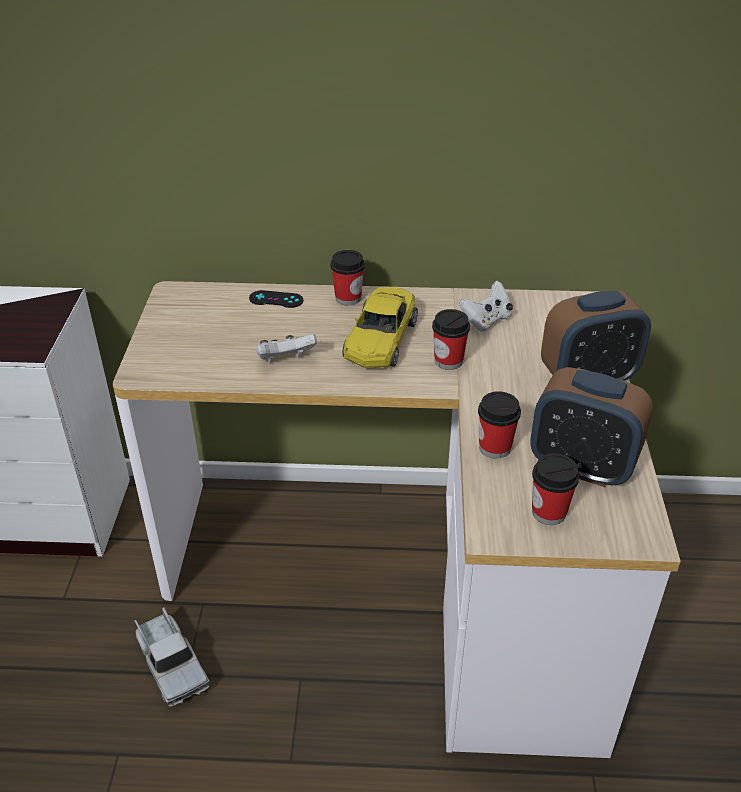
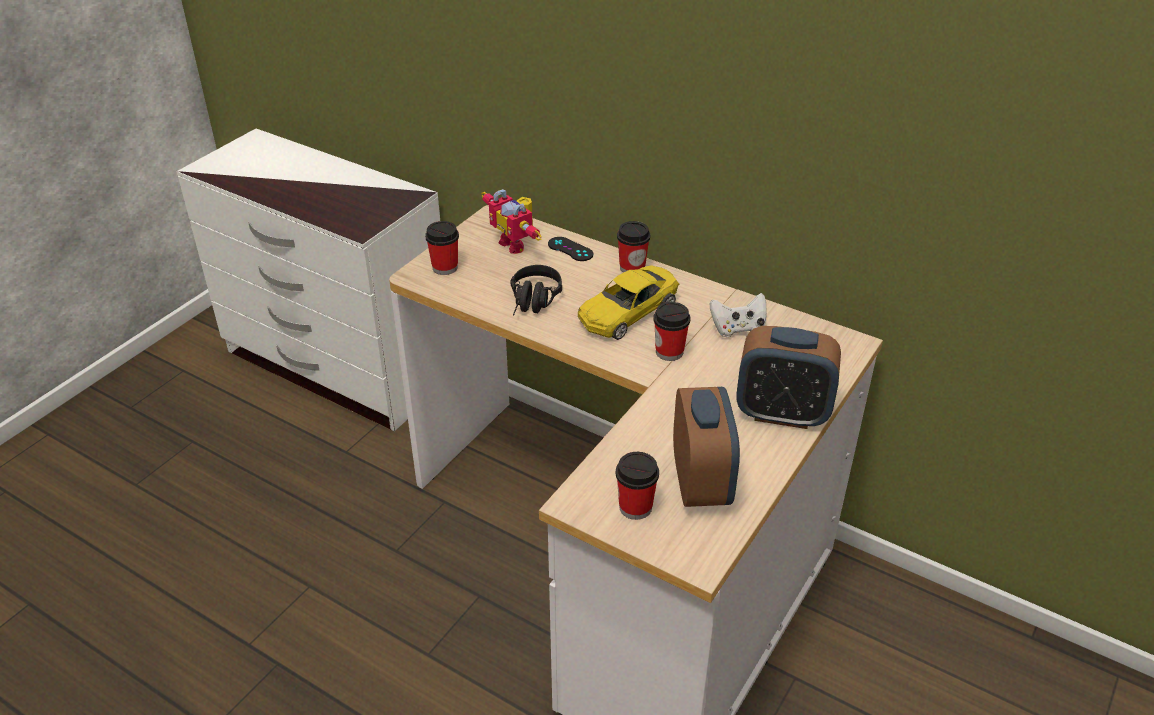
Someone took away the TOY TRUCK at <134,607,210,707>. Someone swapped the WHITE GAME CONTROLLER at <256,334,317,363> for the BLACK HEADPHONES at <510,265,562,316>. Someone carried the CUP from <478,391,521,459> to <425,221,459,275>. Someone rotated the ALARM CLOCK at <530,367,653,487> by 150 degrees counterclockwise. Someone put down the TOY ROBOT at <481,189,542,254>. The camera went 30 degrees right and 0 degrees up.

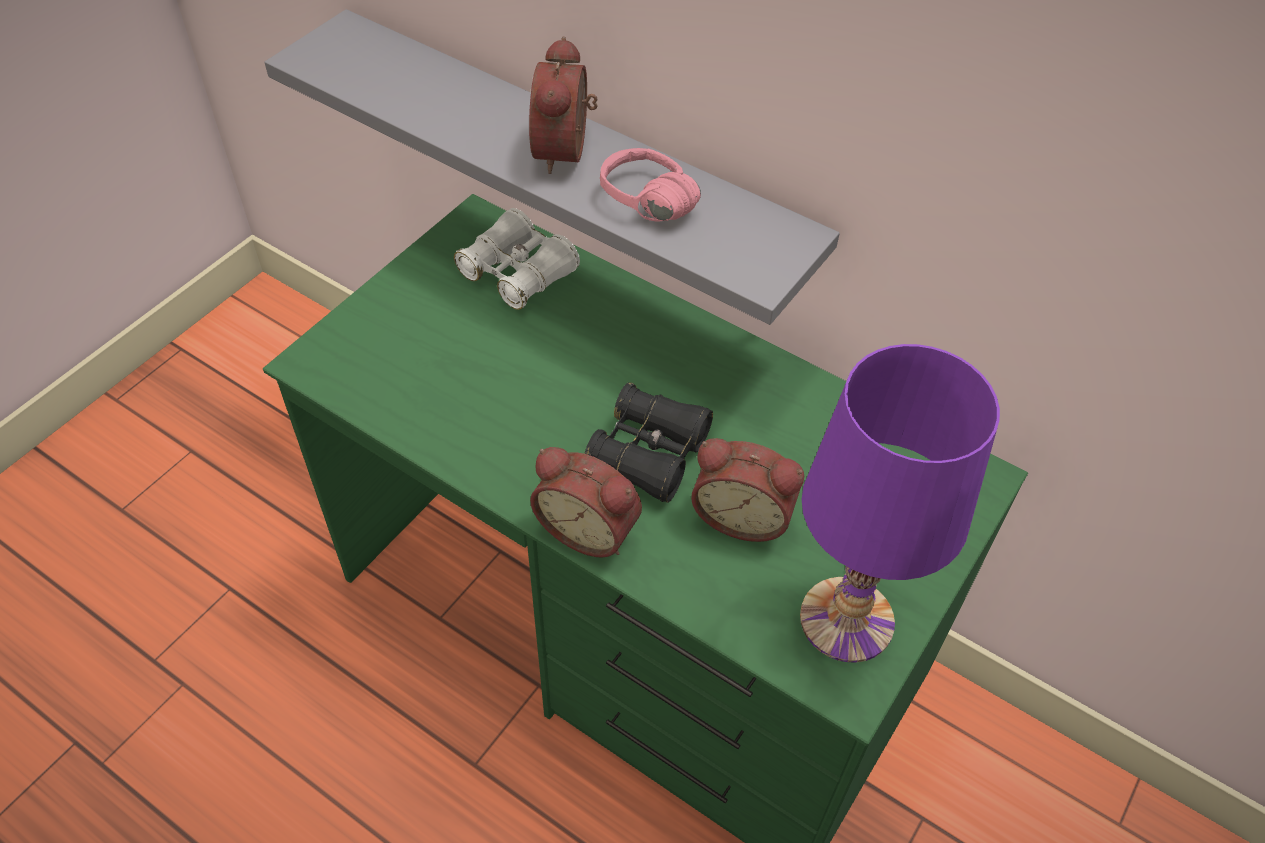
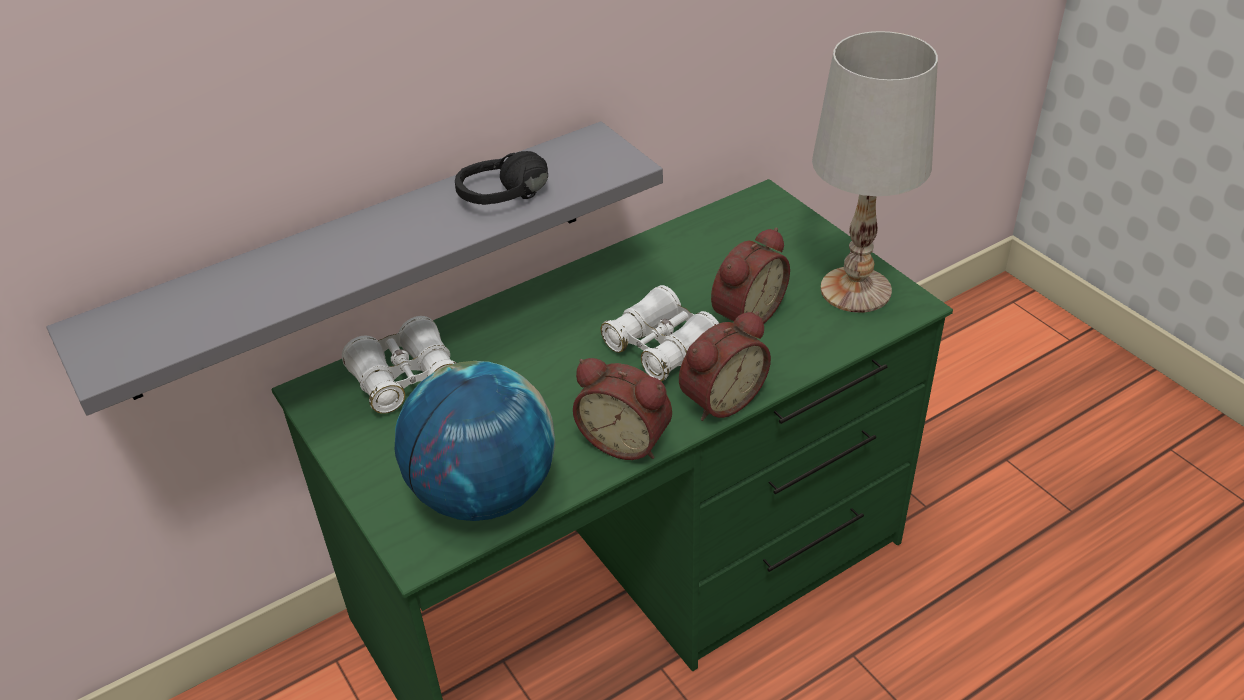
Someone carried the ALARM CLOCK from <529,36,598,174> to <573,358,672,460>. Someone repainted the BLACK BINOCULARS at <584,382,713,503>, which became the WHITE BINOCULARS at <601,285,719,381>. Someone repainted the PINK HEADPHONES at <600,148,701,222>, which became the BLACK HEADPHONES at <455,151,548,205>. Someone repainted the PURPLE TABLE LAMP at <800,344,1000,662>, which became the WHITE TABLE LAMP at <812,31,938,313>. Someone put down the GLOBE at <395,361,555,521>. The camera went 65 degrees left and 10 degrees down.

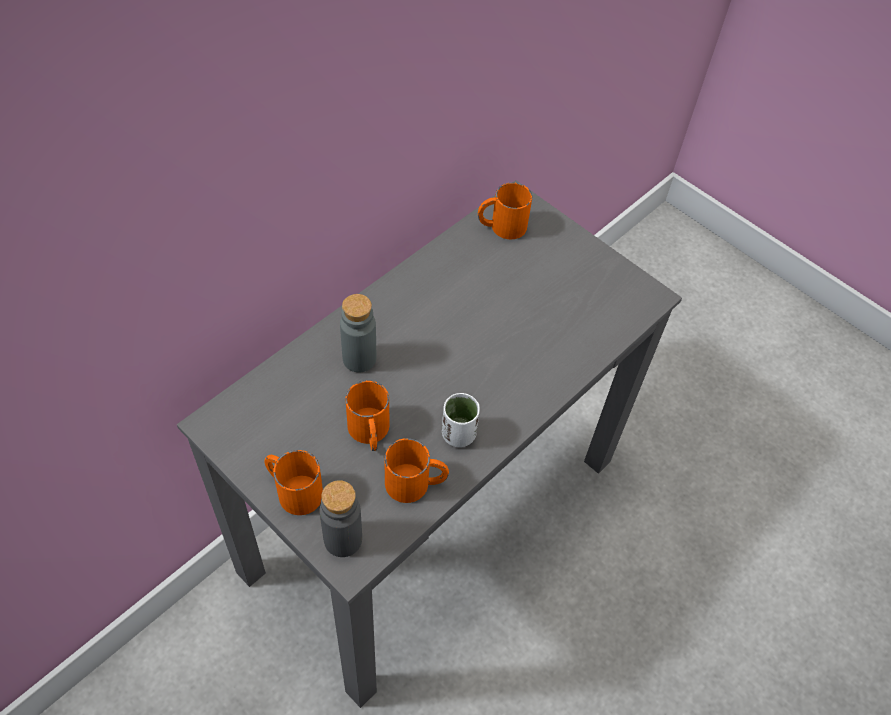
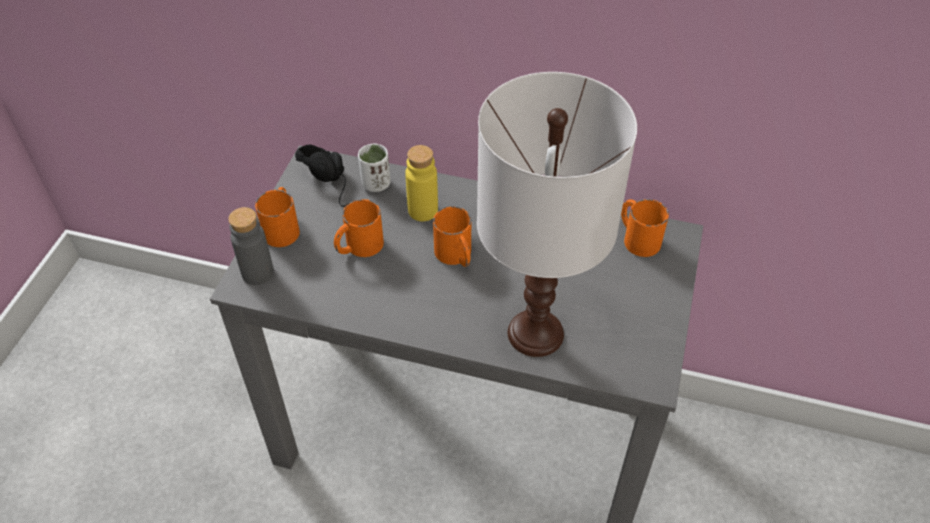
Someone repainted the GREY BOTTLE at <340,294,376,372>, which became the YELLOW BOTTLE at <405,145,438,221>. Someone carried the ORANGE MUG from <384,438,449,503> to <433,207,471,267>. Someone carried the WHITE CUP from <442,393,480,447> to <358,143,391,192>. Someone put down the BLACK HEADPHONES at <295,145,349,207>. Someone put down the WHITE TABLE LAMP at <477,72,637,357>. The camera went 65 degrees right and 5 degrees down.

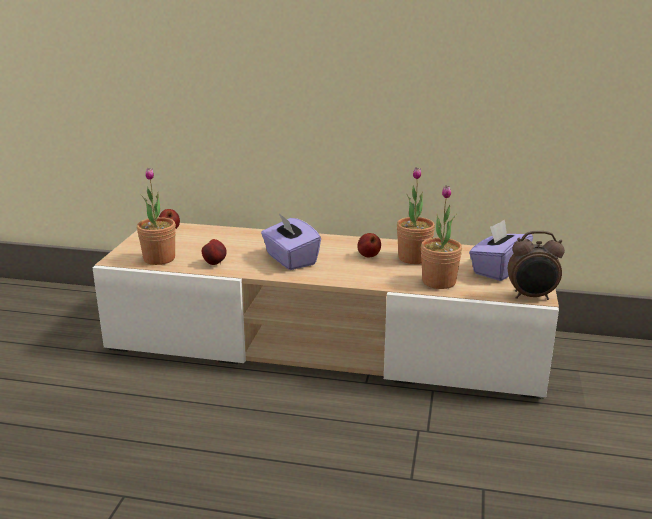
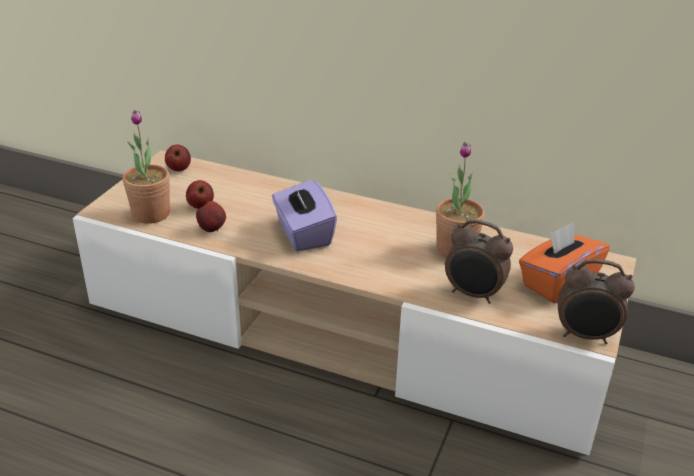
Someone carried the APPLE from <357,233,381,257> to <186,180,214,209>. Someone swapped the POTTED PLANT at <421,185,462,289> for the ALARM CLOCK at <445,219,513,304>. Someone repainted the PURPLE TISSUE BOX at <469,219,533,281>, which became the ORANGE TISSUE BOX at <519,222,610,303>. The camera went 10 degrees right and 10 degrees up.

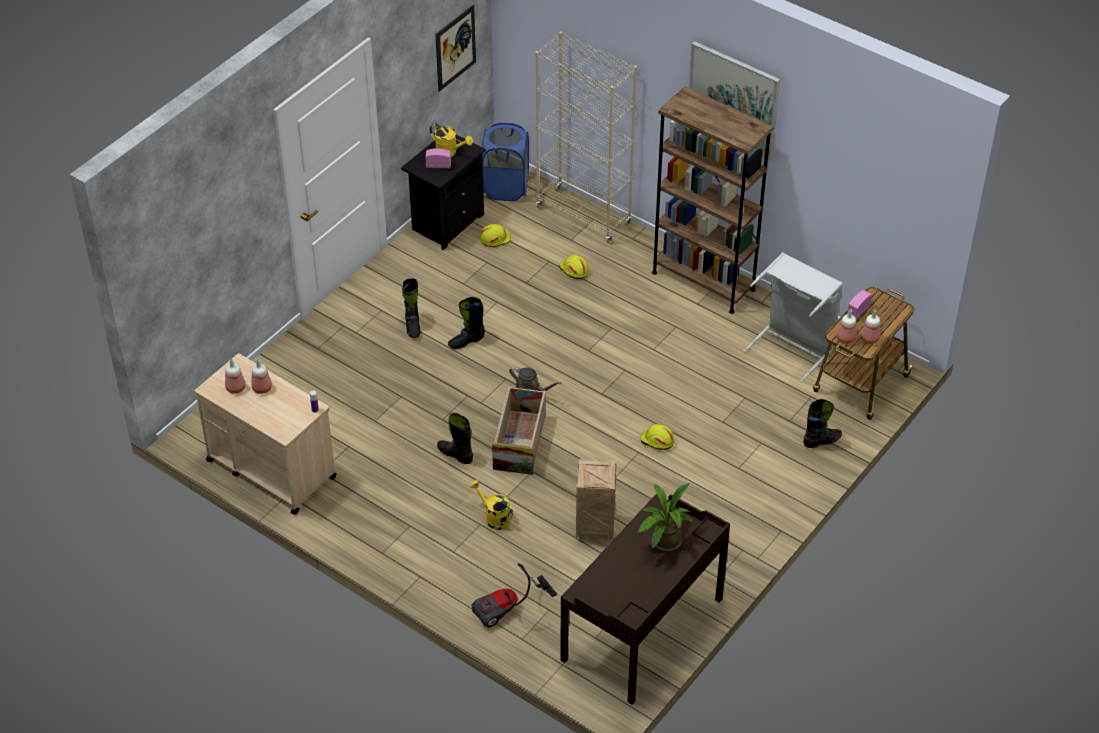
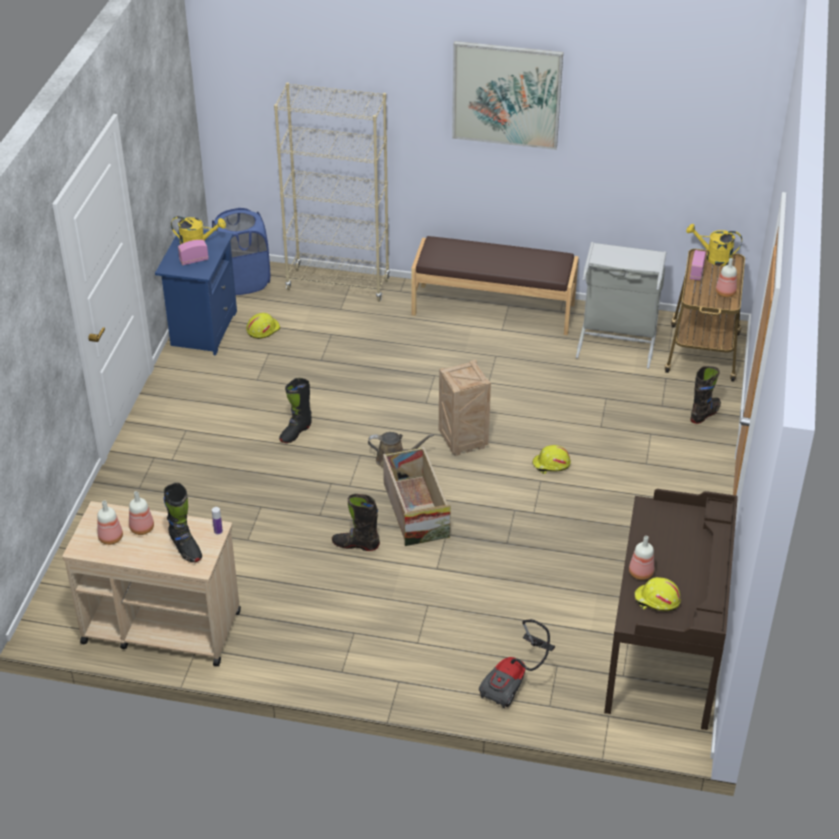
Someone repainted the BLACK NIGHTSTAND at <401,135,486,250>, which became the BLUE NIGHTSTAND at <155,230,237,355>. Someone carried the BLACK BOOT from <402,278,420,338> to <164,483,202,562>. Someone took away the PICTURE at <435,5,476,92>. Someone carried the YELLOW WATERING CAN from <470,480,513,530> to <686,224,742,266>. Someone carried the YELLOW HARD HAT from <559,255,589,279> to <634,577,681,612>. Someone carried the CRATE from <576,459,617,541> to <439,359,491,456>. Someone took away the POTTED PLANT at <637,483,693,552>. Someone swapped the BROWN BOOKCASE at <652,86,774,314> for the BROWN BENCH at <411,236,579,335>. Someone carried the BOTTLE from <837,309,856,344> to <629,536,654,580>. The camera went 25 degrees left and 5 degrees down.

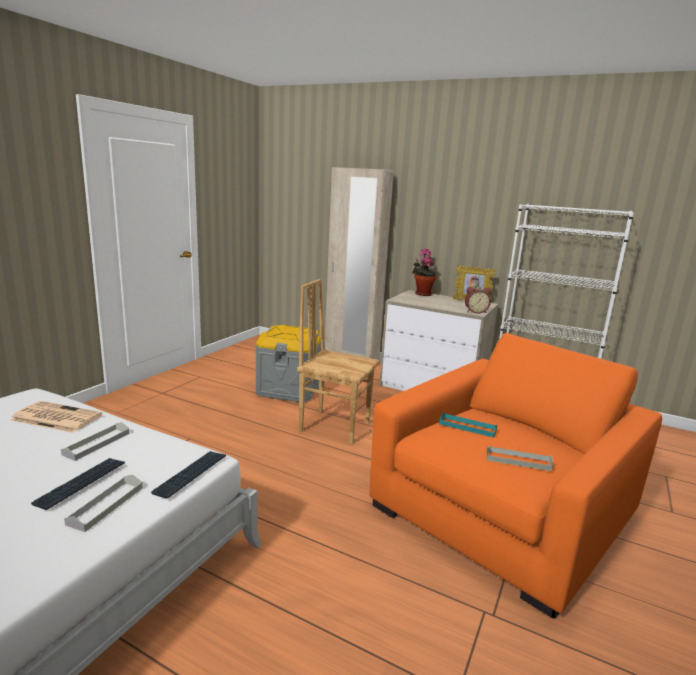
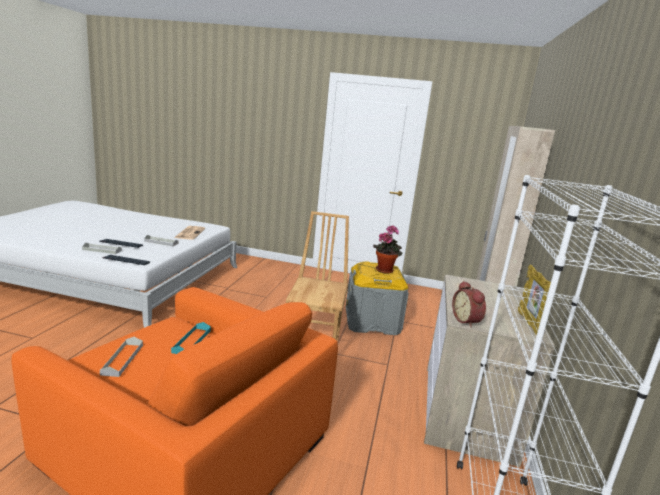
Someone carried the POTTED PLANT from <412,248,437,296> to <373,225,403,274>. The camera went 75 degrees right and 0 degrees up.

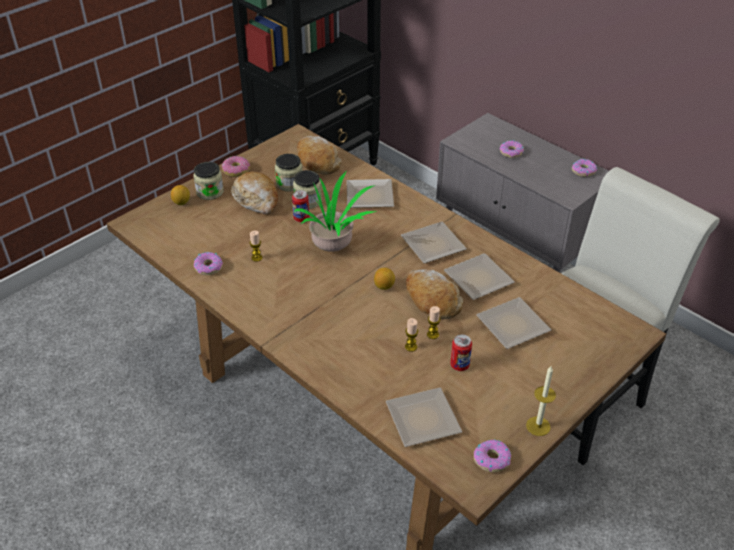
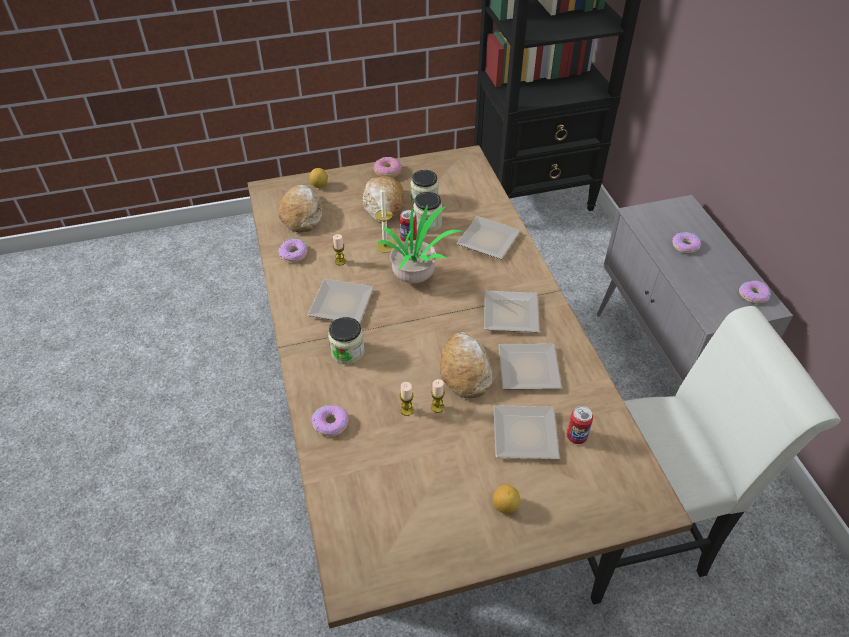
Someone carried the JAR from <193,162,224,200> to <328,317,365,364>. Someone carried the BREAD from <297,136,342,174> to <278,185,322,232>. Someone carried the LEMON from <374,268,395,290> to <493,485,520,514>. Someone carried the PLATE from <385,388,462,447> to <308,279,374,323>. Someone carried the CAN from <450,335,472,371> to <566,406,593,444>. Someone carried the DONUT from <474,440,511,472> to <312,405,349,436>. Someone carried the CANDLE from <526,366,556,436> to <375,186,395,253>. The camera went 30 degrees right and 5 degrees up.

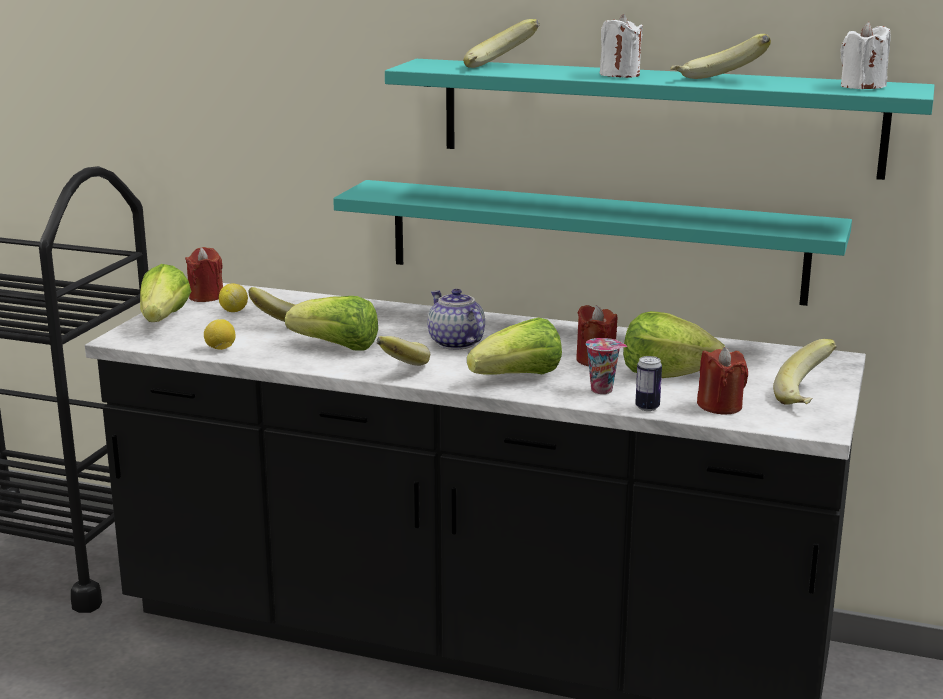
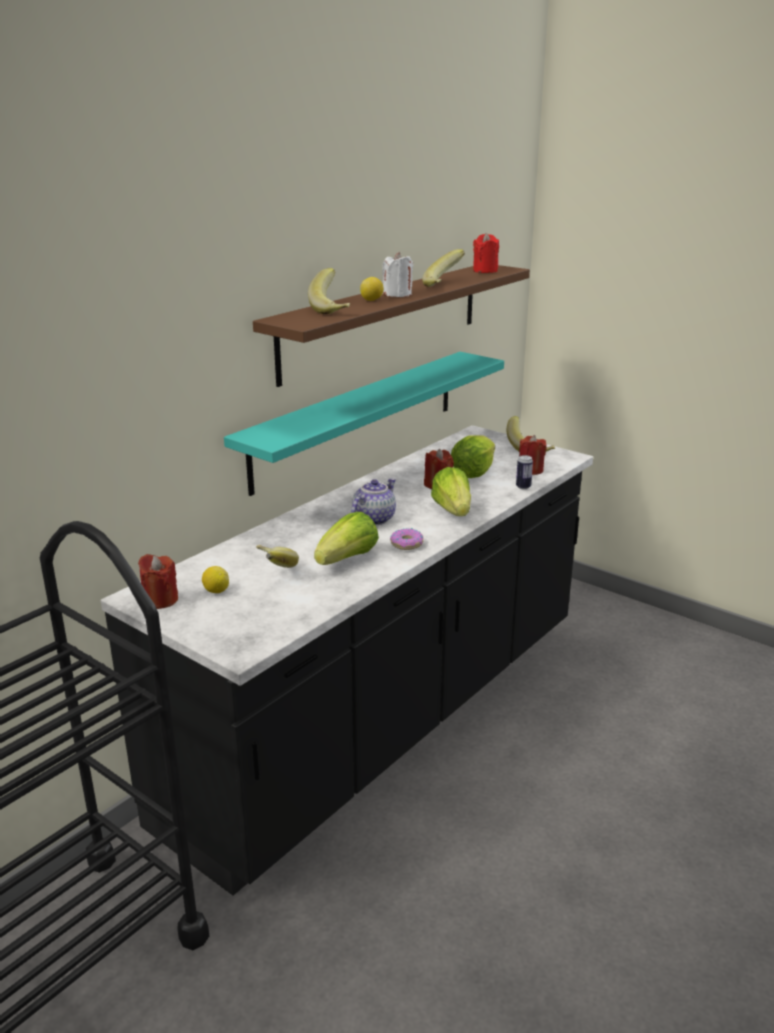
Someone took away the LETTUCE at <140,264,191,322>. Someone carried the LEMON from <204,319,236,350> to <360,277,384,301>. Someone swapped the BANANA at <376,336,430,366> for the DONUT at <390,528,424,550>. Someone repainted the TURQUOISE SHELF at <385,59,935,180>, which became the BROWN SHELF at <253,265,530,387>. Someone rotated the TEAPOT at <428,289,485,350> by 135 degrees clockwise. Someone took away the CUP at <586,338,627,394>. Someone repainted the WHITE CANDLE at <840,22,890,89>, which became the RED CANDLE at <473,232,499,273>. The camera went 70 degrees left and 5 degrees up.

